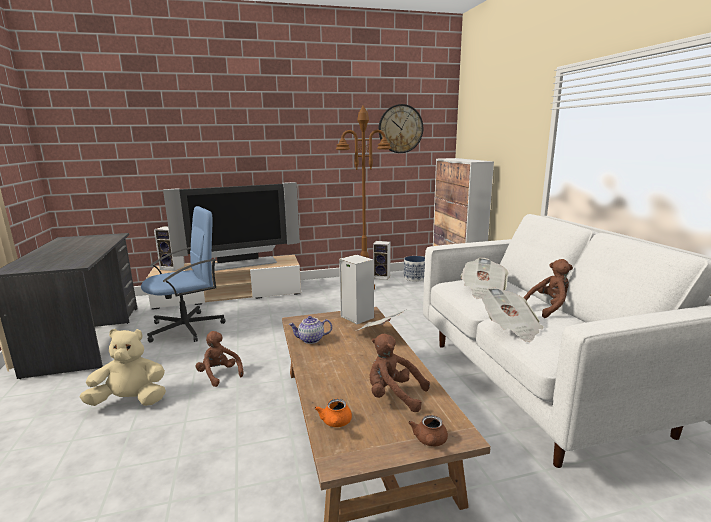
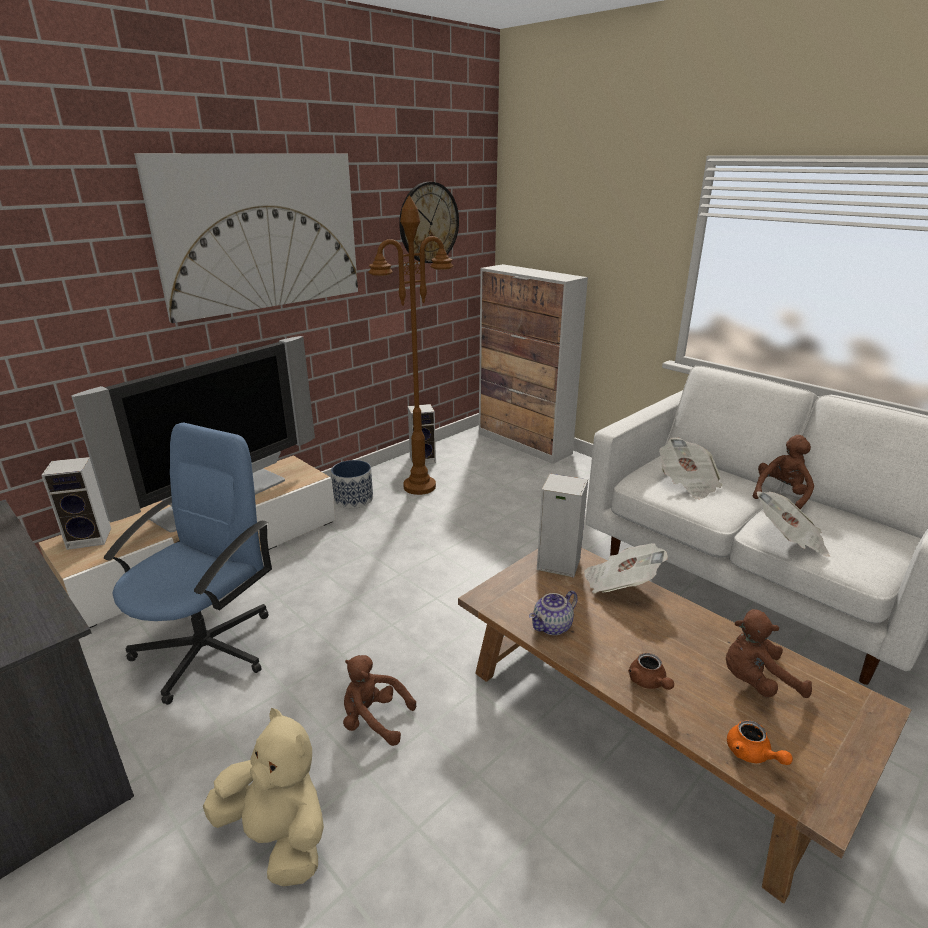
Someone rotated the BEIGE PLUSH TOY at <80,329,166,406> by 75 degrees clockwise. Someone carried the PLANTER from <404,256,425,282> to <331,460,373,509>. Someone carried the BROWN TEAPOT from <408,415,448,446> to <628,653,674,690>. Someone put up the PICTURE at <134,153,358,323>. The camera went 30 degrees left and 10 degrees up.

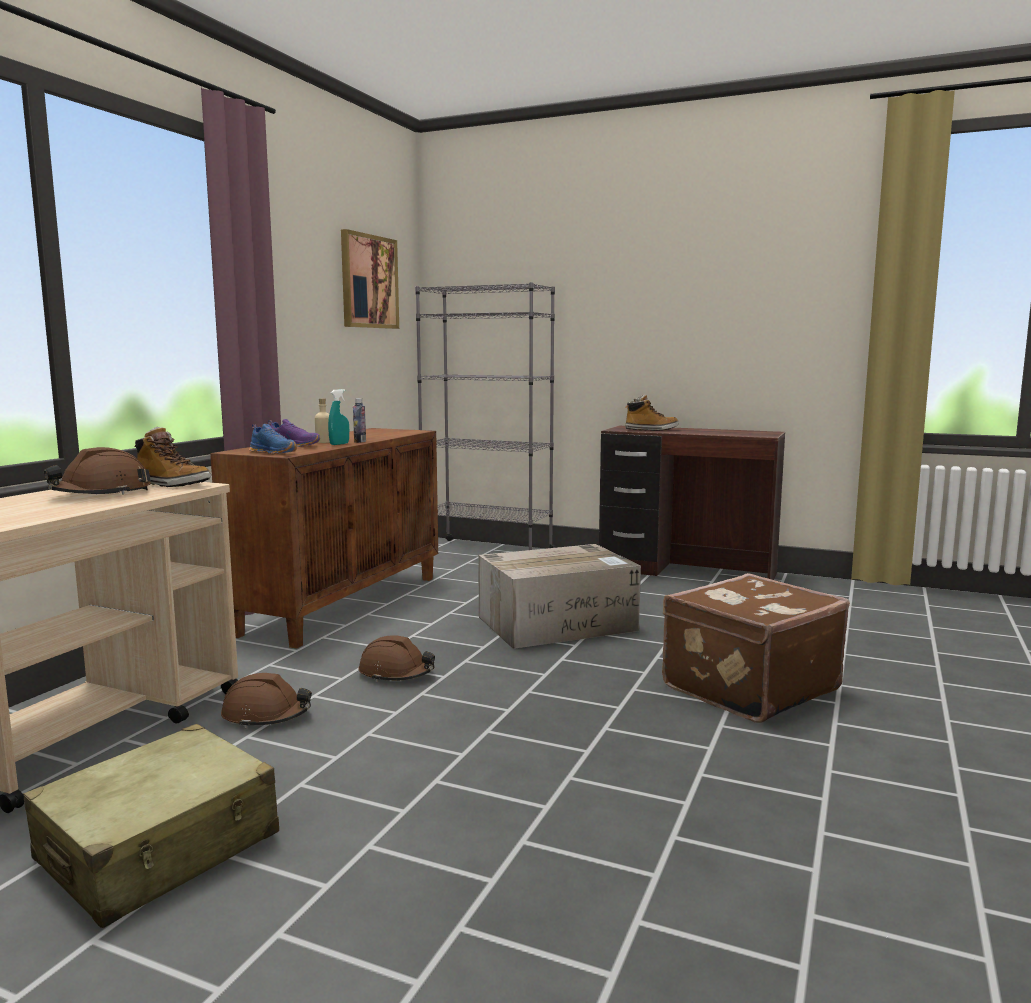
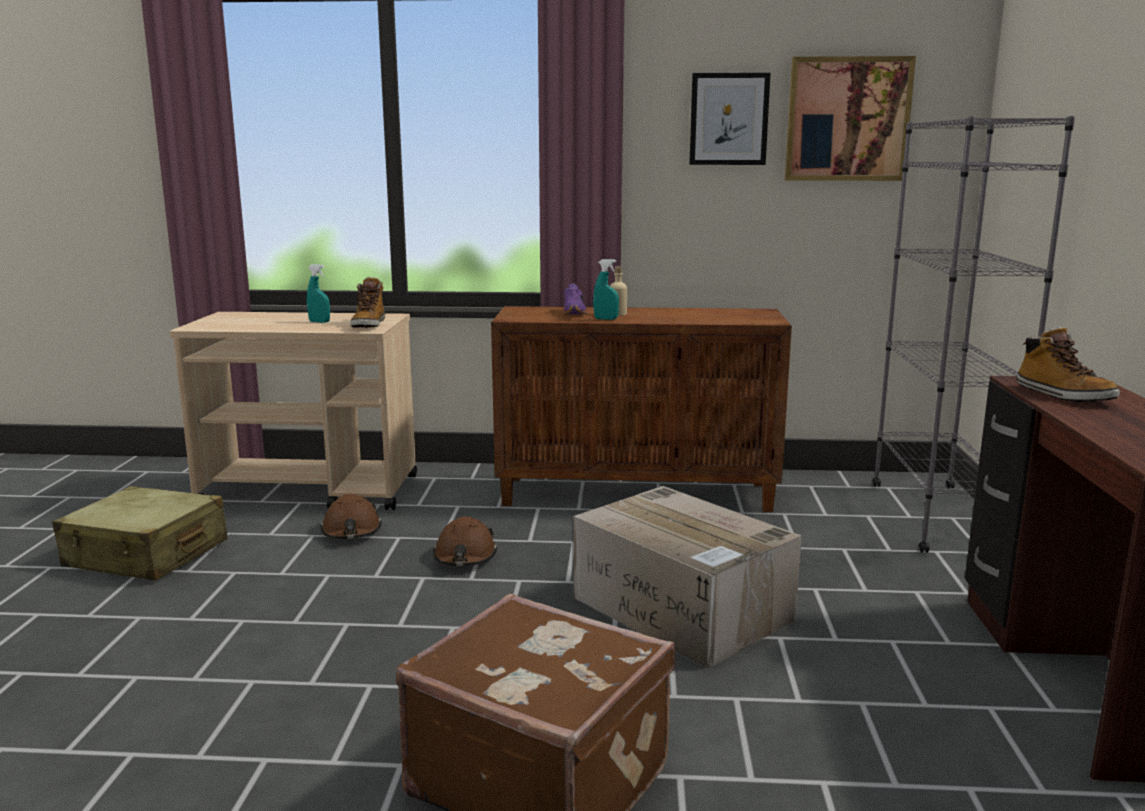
Someone swapped the BROWN HARD HAT at <44,447,151,495> for the TURQUOISE SPRAY BOTTLE at <307,264,330,323>. Someone took away the BLUE SHOE at <249,424,297,454>. Someone took away the BOTTLE at <353,398,366,443>. Someone put up the PICTURE at <689,73,770,165>. The camera went 70 degrees right and 5 degrees up.

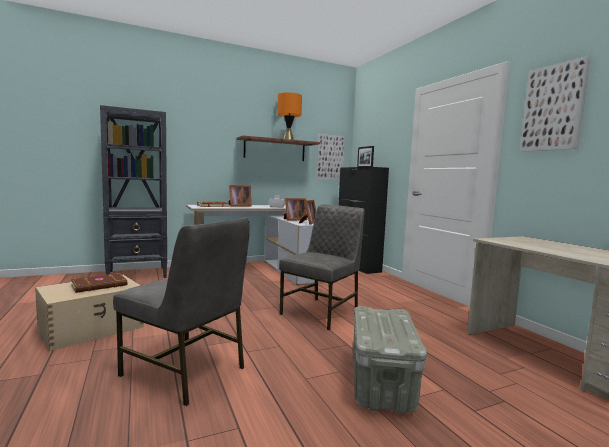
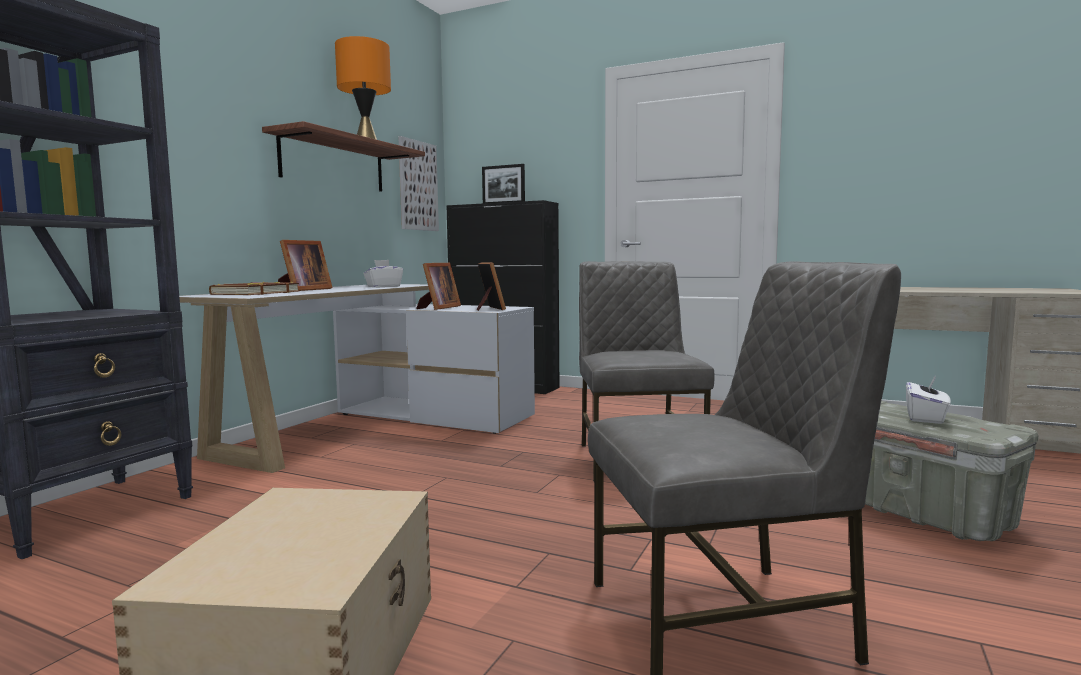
Someone took away the BROWN BOOK at <71,273,127,293>. Someone took away the PICTURE at <520,56,590,152>. Someone put down the WHITE TISSUE BOX at <906,374,951,424>. The camera went 40 degrees left and 0 degrees up.

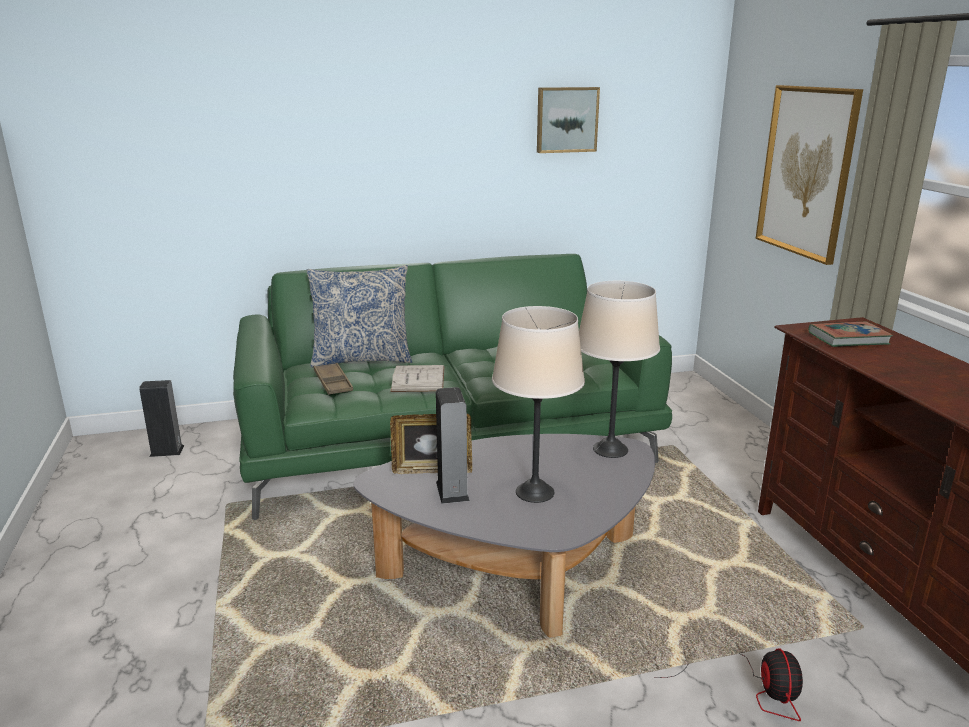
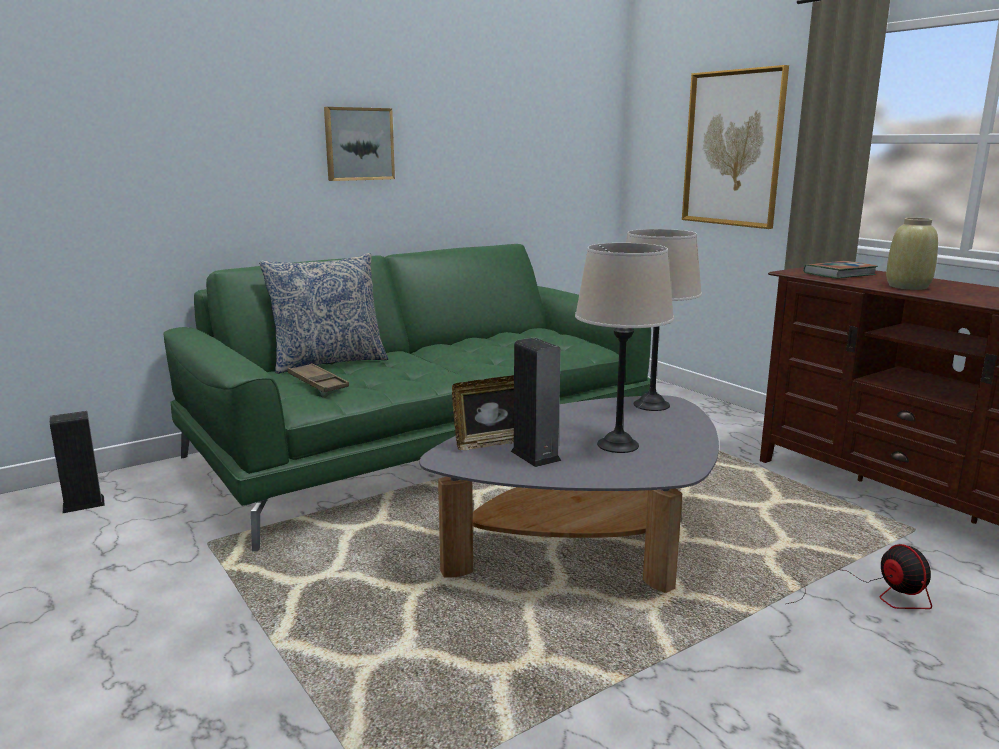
Someone took away the WHITE BOOK at <390,365,444,392>. Someone carried the PICTURE from <537,87,600,153> to <324,107,395,181>. Someone put down the BEIGE VASE at <886,218,938,290>. The camera went 20 degrees left and 5 degrees down.

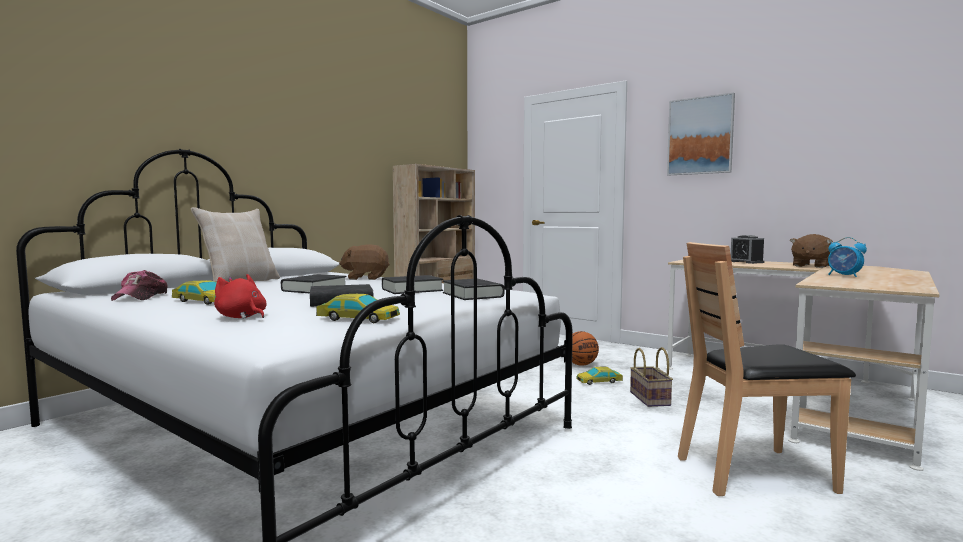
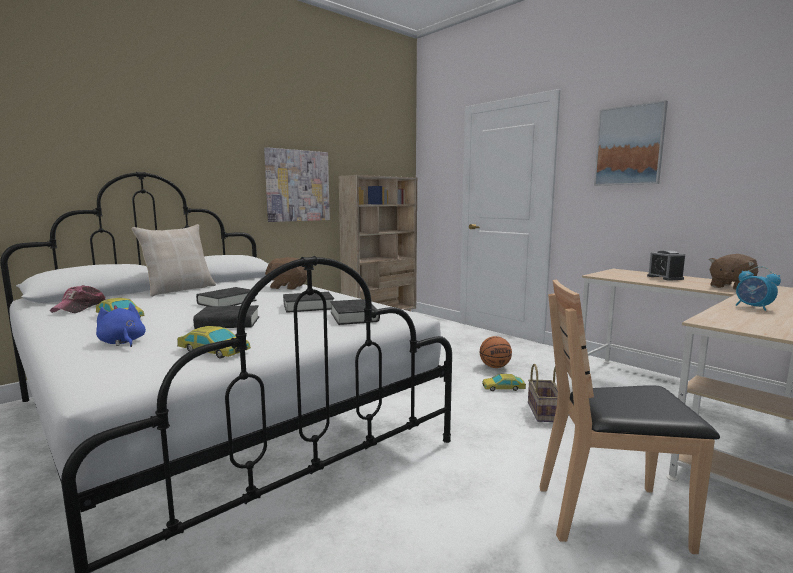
Someone repainted the RED PLUSH TOY at <214,274,266,319>, which became the BLUE PLUSH TOY at <96,303,146,347>. Someone put up the PICTURE at <264,147,330,222>. The camera went 10 degrees right and 5 degrees up.

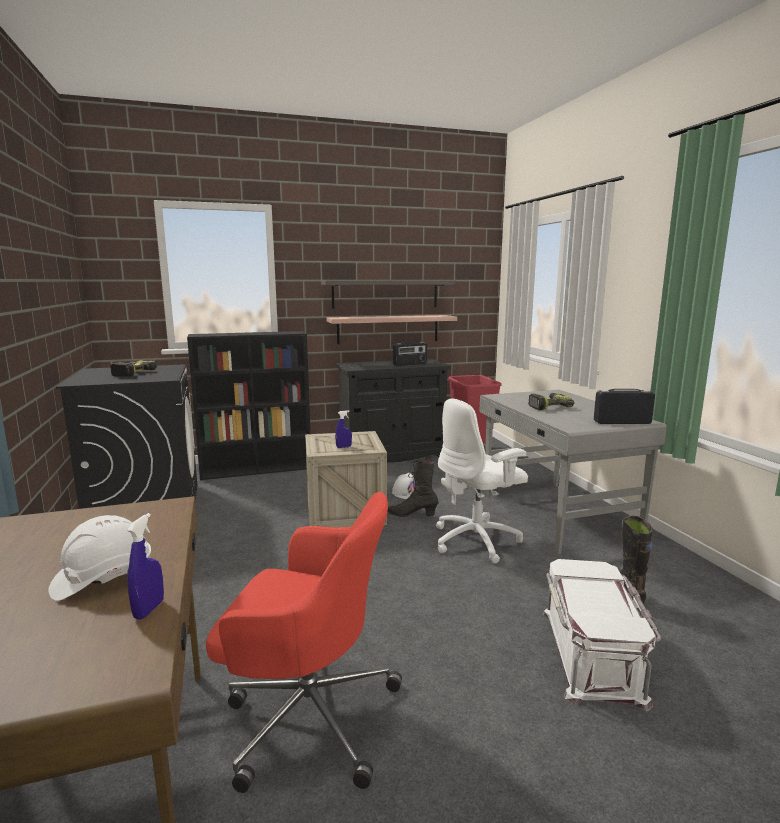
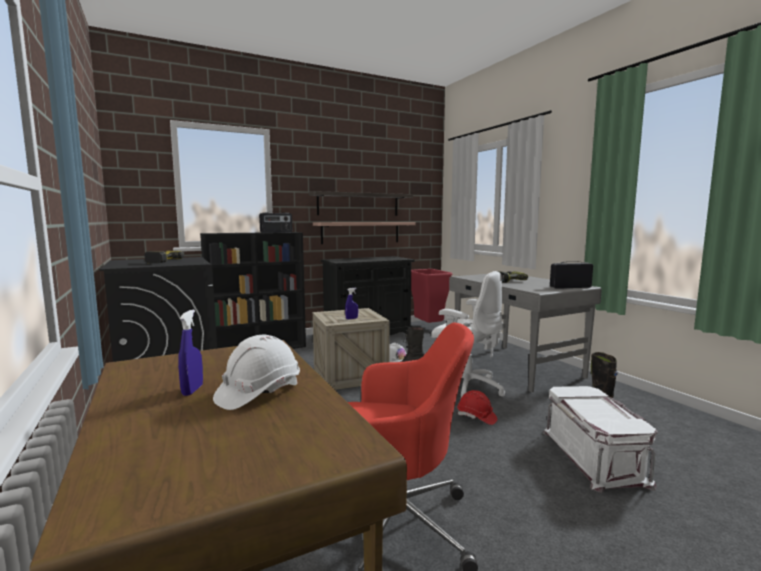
Someone carried the BLUE SPRAY BOTTLE from <127,513,164,620> to <178,310,203,396>. Someone carried the RADIO from <393,341,427,366> to <259,212,292,233>. Someone rotated the WHITE OFFICE CHAIR at <436,398,528,563> by 105 degrees counterclockwise. Someone put down the RED HARD HAT at <457,390,497,425>. The camera went 10 degrees left and 5 degrees down.

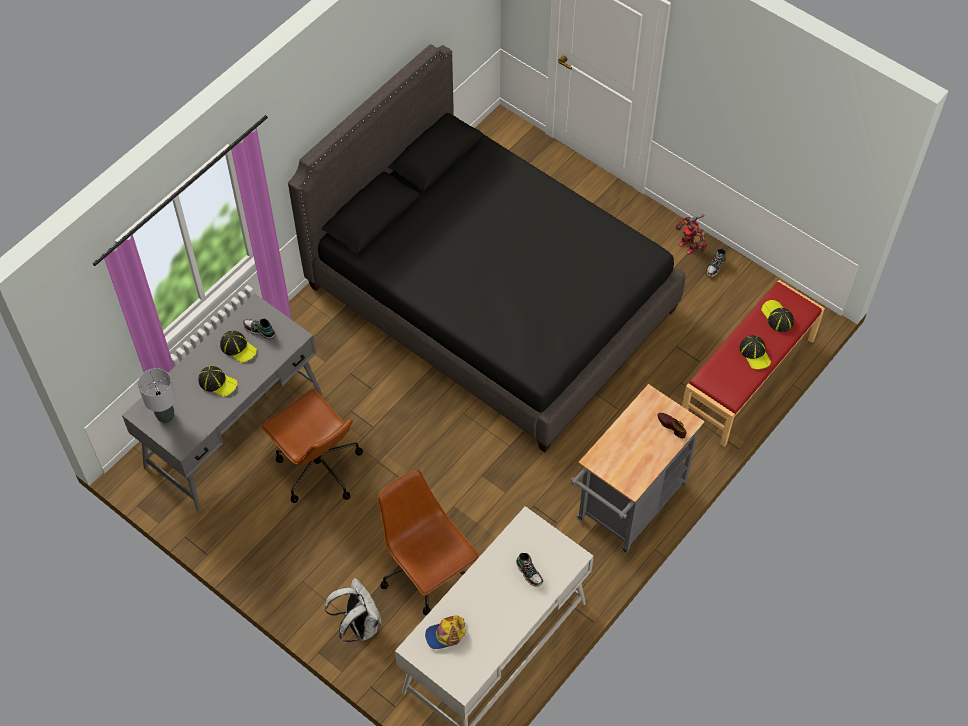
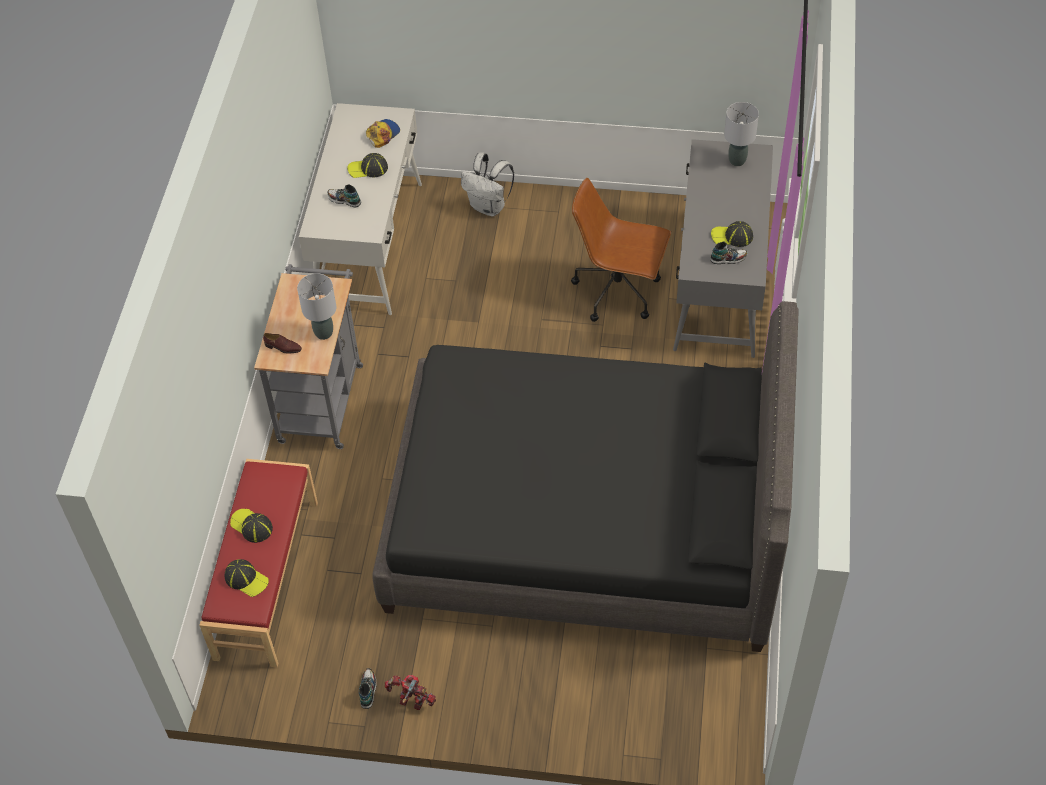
Someone carried the CAP from <198,366,237,397> to <347,153,388,178>. Someone took away the BROWN OFFICE CHAIR at <377,470,480,615>. Someone put down the GREY TABLE LAMP at <297,273,336,340>. The camera went 150 degrees right and 5 degrees down.

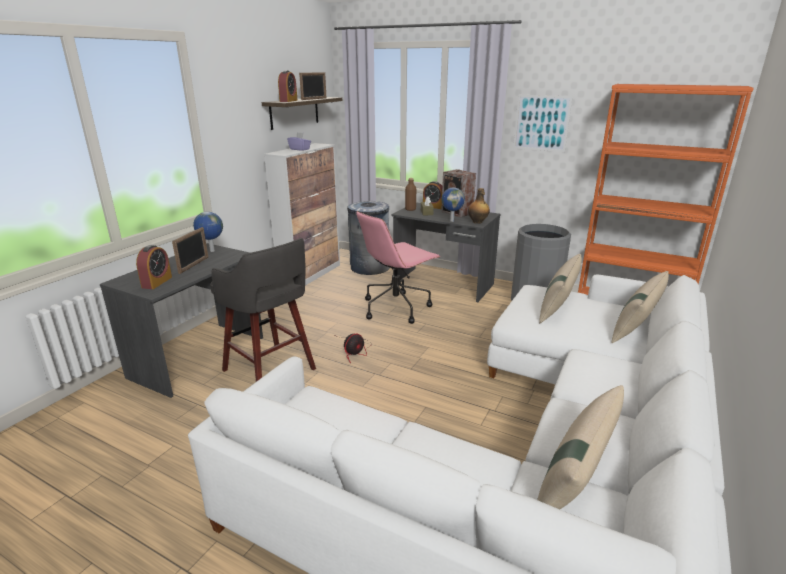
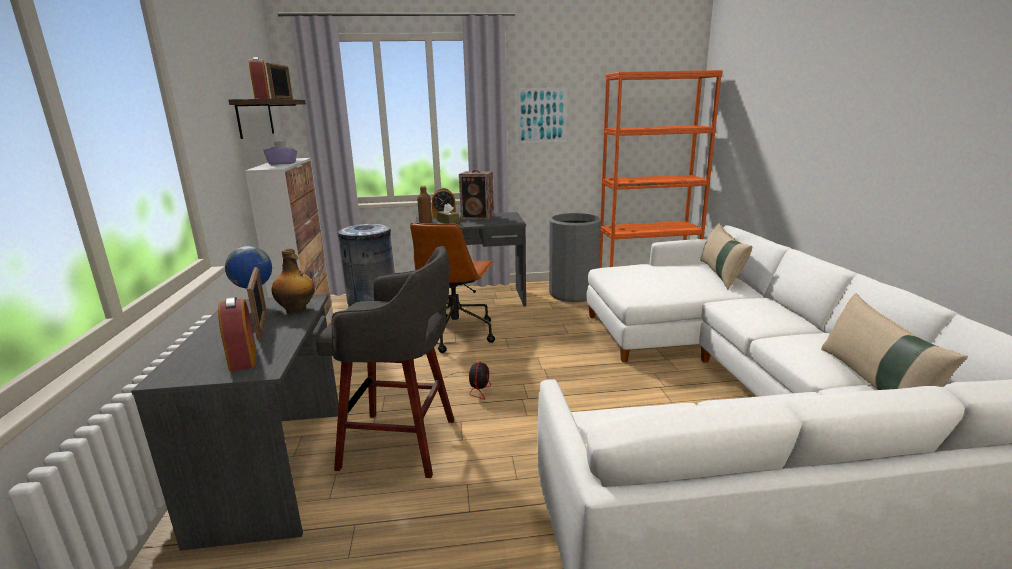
Someone repainted the PINK OFFICE CHAIR at <356,211,441,324>, which became the BROWN OFFICE CHAIR at <410,223,495,353>. Someone took away the GLOBE at <441,187,465,222>. Someone carried the BOTTLE from <468,188,490,224> to <272,248,315,314>. Someone took away the BEIGE PILLOW at <539,254,582,323>. The camera went 35 degrees left and 5 degrees down.

